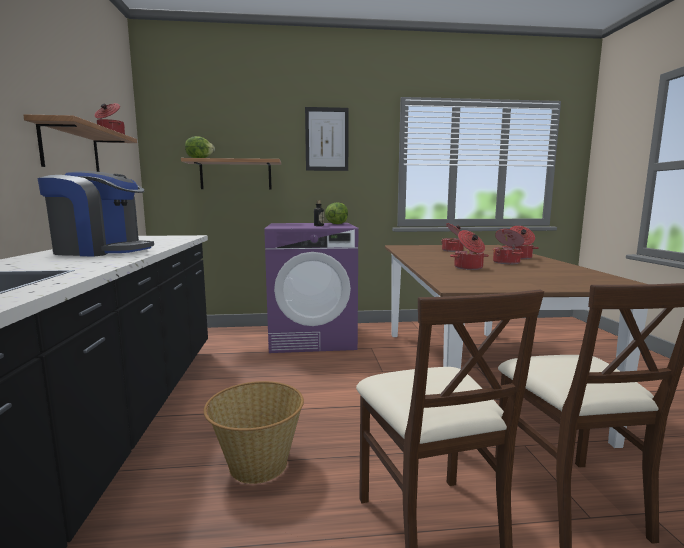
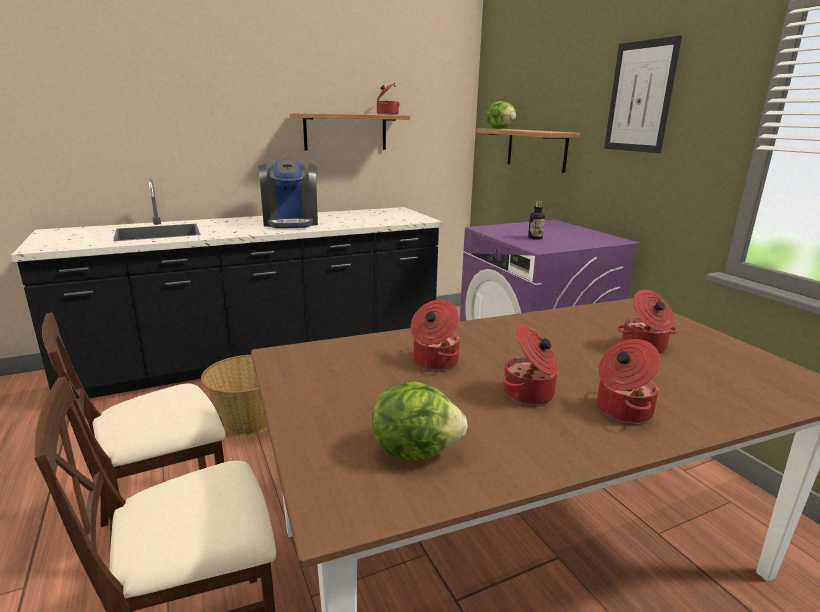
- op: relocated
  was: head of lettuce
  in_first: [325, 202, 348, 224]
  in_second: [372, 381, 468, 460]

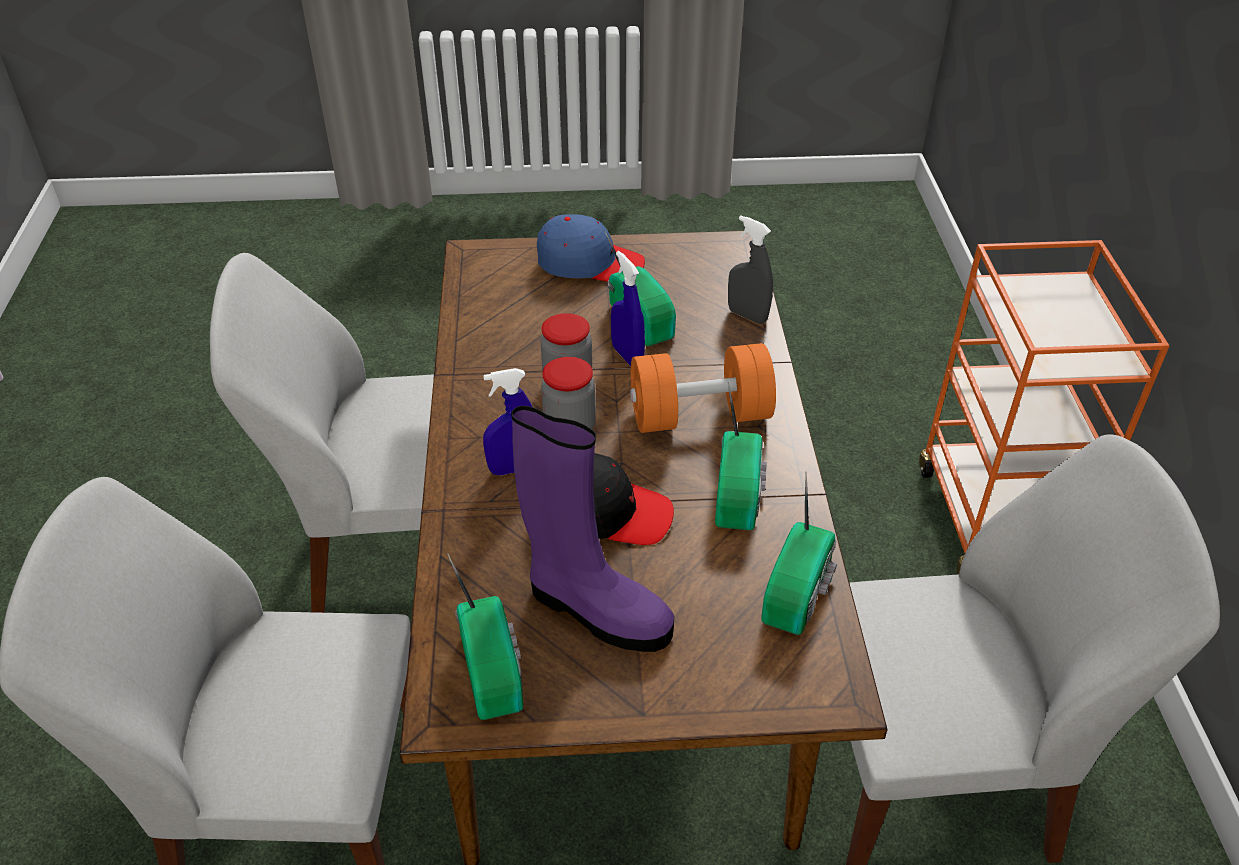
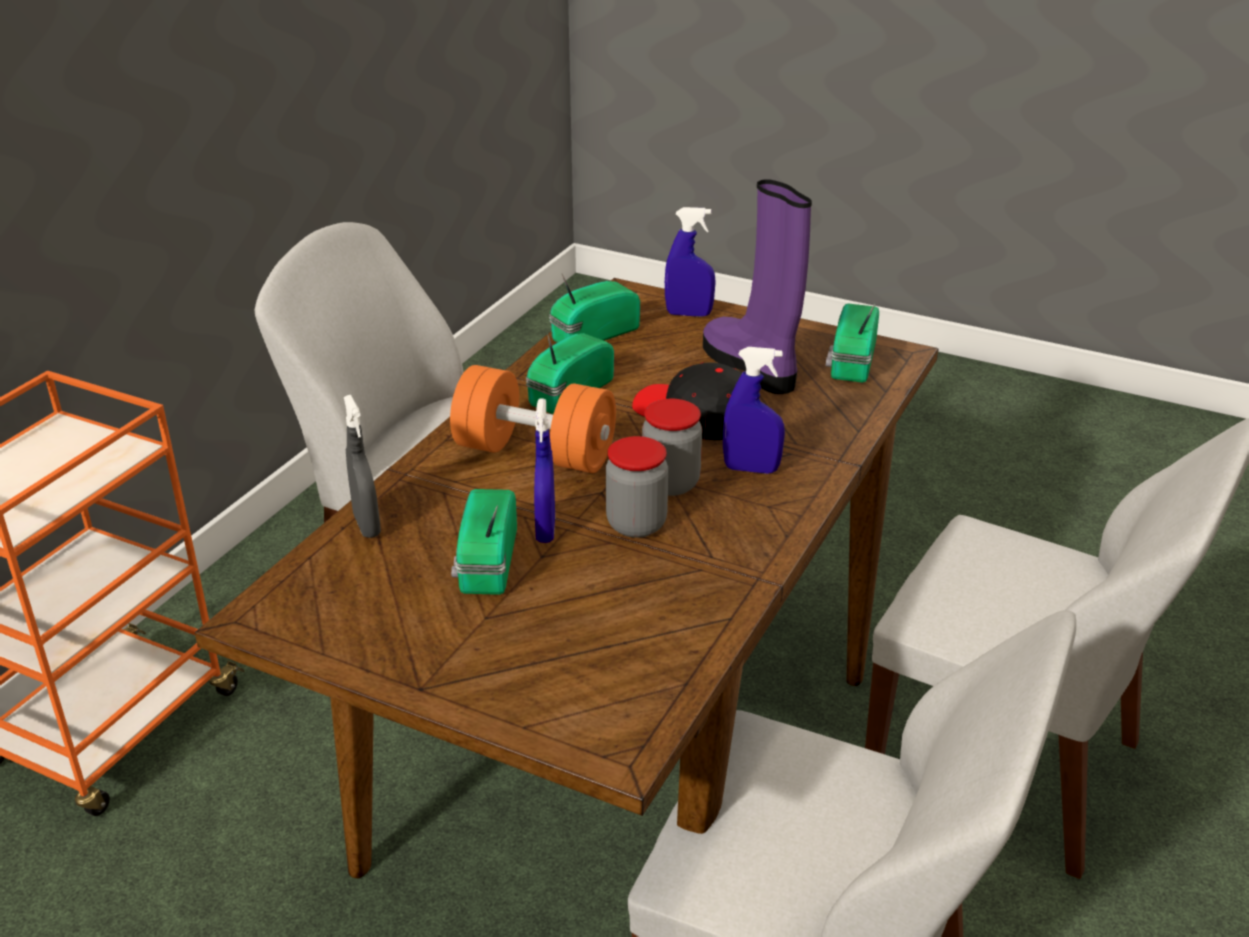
- op: appeared
  now: blue-coloured sprayer
  in_second: [665, 207, 716, 317]
- op: missing
  was: blue-coloured cap
  in_first: [537, 214, 645, 282]

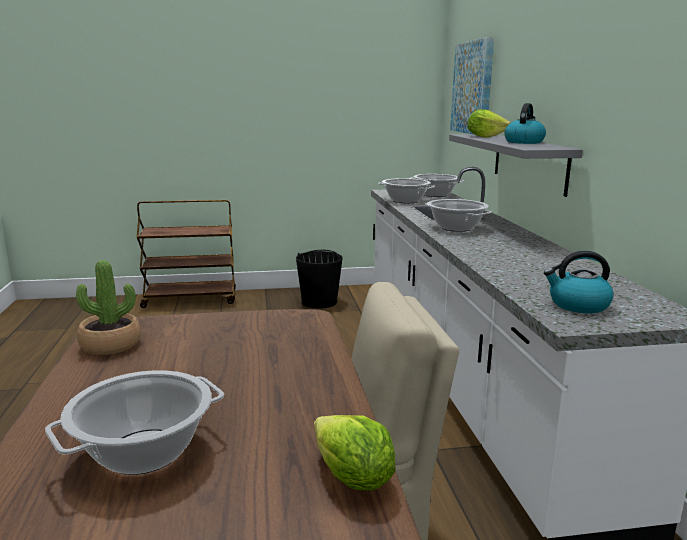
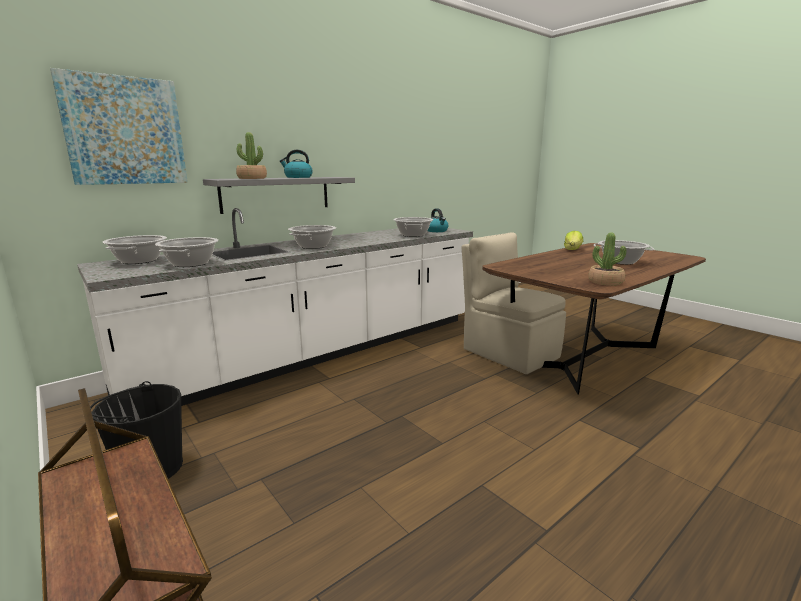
- op: exchanged
  was: head of lettuce
  now: potted plant
  in_first: [467, 109, 510, 138]
  in_second: [236, 132, 267, 179]
- op: appeared
  now: saucepot
  in_second: [393, 217, 434, 237]

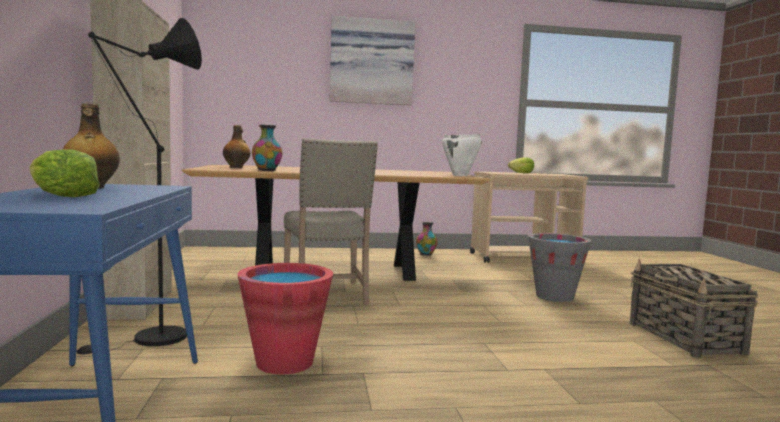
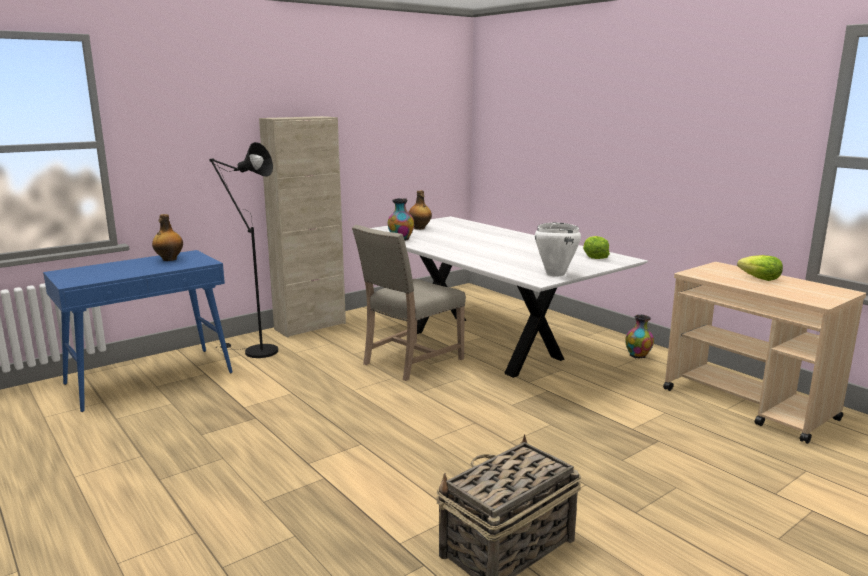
- op: colour
  was: brown dinner table
  now: white dinner table
  in_first: [182, 164, 491, 281]
  in_second: [352, 216, 648, 378]
- op: relocated
  was: head of lettuce
  in_first: [30, 149, 100, 197]
  in_second: [583, 236, 610, 259]
- op: missing
  was: red water bucket
  in_first: [238, 263, 333, 374]
- op: missing
  was: picture
  in_first: [330, 16, 415, 105]
- op: missing
  was: gray water bucket
  in_first: [528, 233, 591, 302]

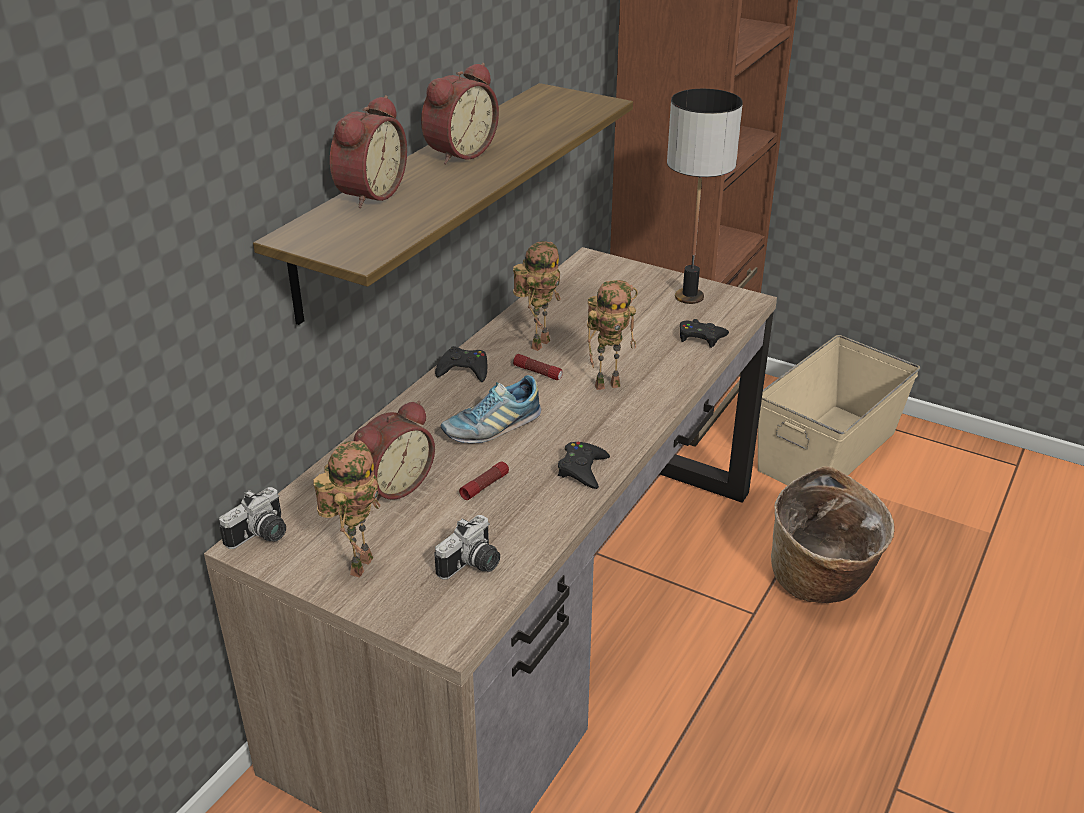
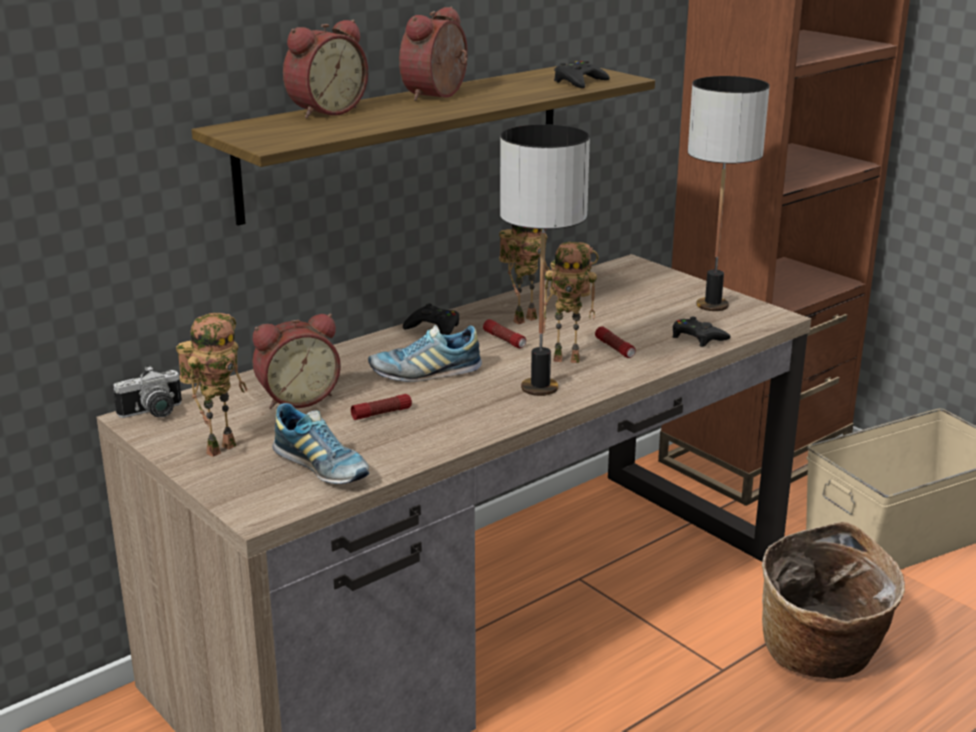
- op: exchanged
  was: photo camera
  now: item of footwear
  in_first: [435, 515, 500, 580]
  in_second: [272, 403, 369, 484]
- op: spun
  was: bedside clock
  in_first: [421, 63, 499, 164]
  in_second: [399, 6, 468, 101]
  clockwise: 150
- op: appeared
  now: tabletop lamp
  in_second: [500, 124, 590, 396]
- op: relocated
  was: blackish gamepad
  in_first: [558, 442, 610, 489]
  in_second: [554, 61, 610, 88]
- op: appeared
  now: flashlight
  in_second: [595, 326, 636, 358]

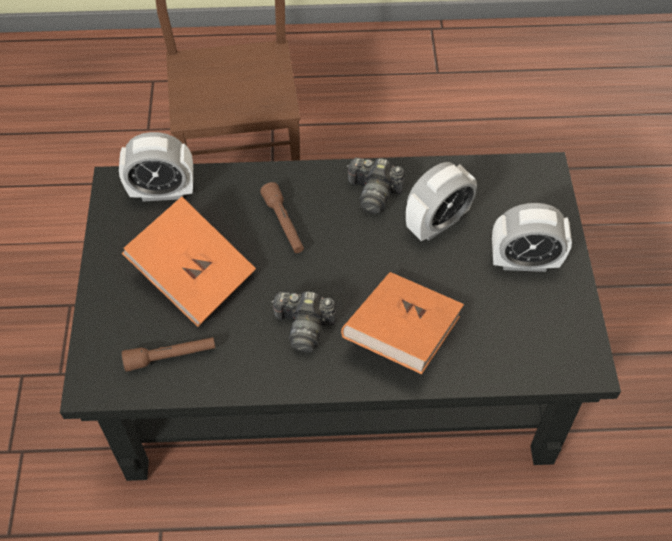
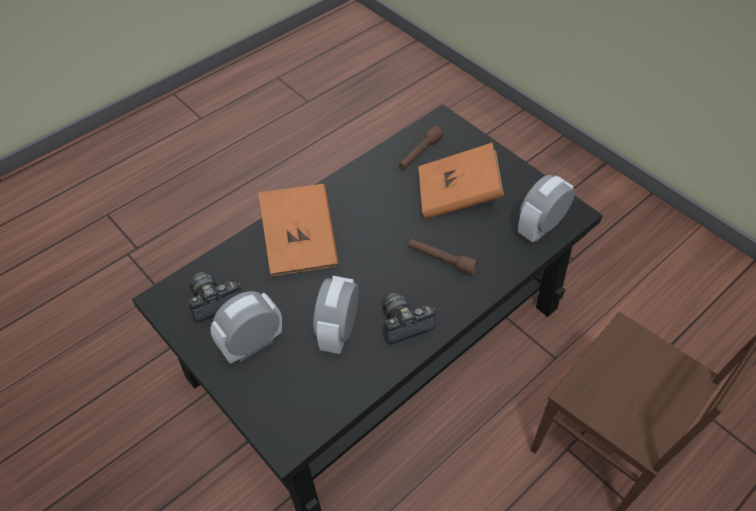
- op: relocated
  was: photo camera
  in_first: [271, 291, 337, 353]
  in_second: [188, 272, 242, 323]

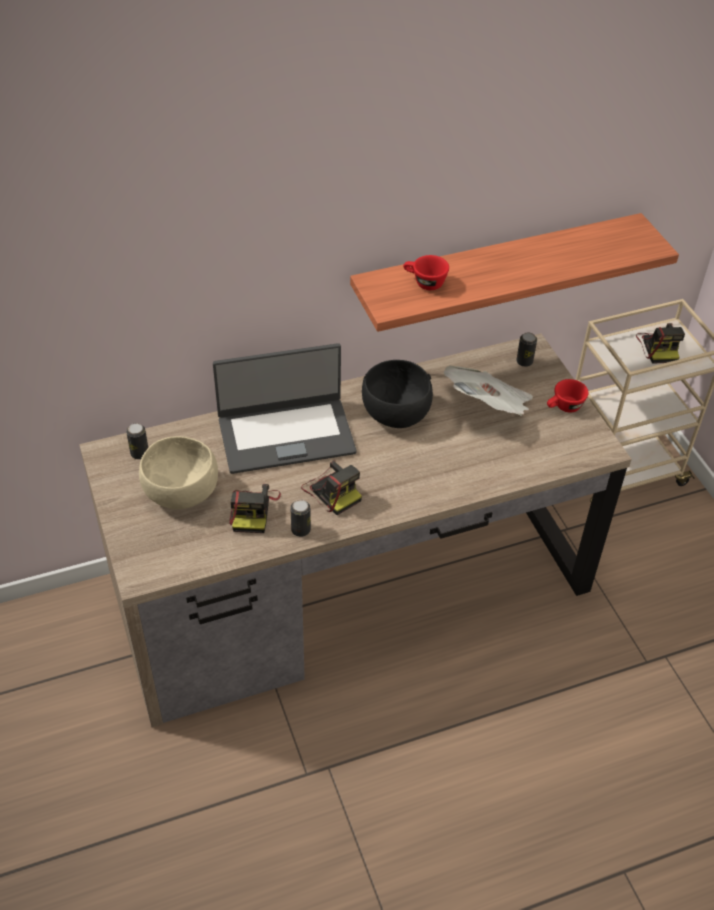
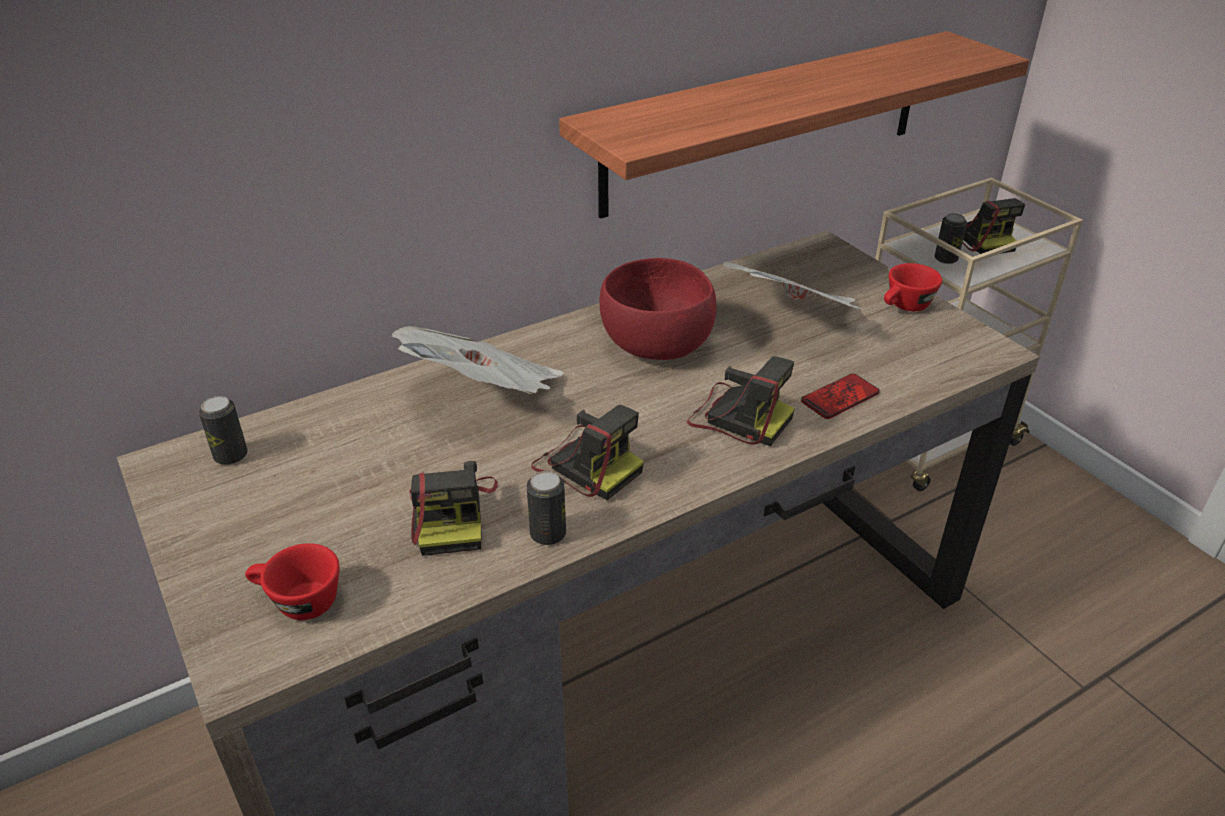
- op: relocated
  was: red drinking cup
  in_first: [403, 255, 449, 290]
  in_second: [245, 543, 340, 620]
- op: exchanged
  was: notebook computer
  now: daily paper
  in_first: [213, 343, 357, 474]
  in_second: [392, 326, 564, 394]
- op: colour
  was: blackish serving bowl
  now: red serving bowl
  in_first: [362, 360, 433, 428]
  in_second: [600, 258, 716, 360]
- op: appeared
  now: photo camera
  in_second: [687, 356, 795, 446]
- op: appeared
  now: phone
  in_second: [801, 374, 880, 419]
- op: relocated
  was: metal can
  in_first: [516, 332, 537, 367]
  in_second: [934, 213, 967, 264]
- op: missing
  was: beige serving bowl
  in_first: [139, 436, 218, 509]

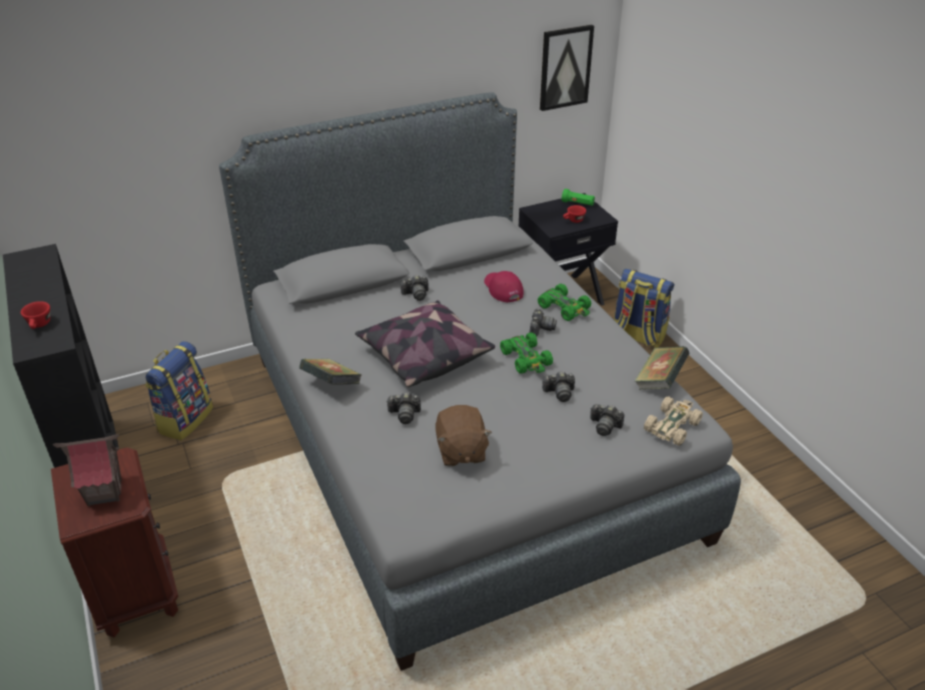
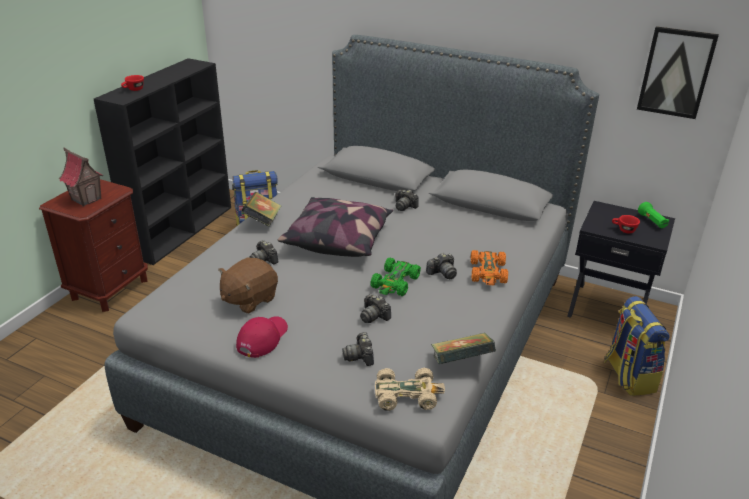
- op: relocated
  was: red cap
  in_first: [484, 271, 524, 302]
  in_second: [236, 316, 288, 358]
- op: colour
  was: greenish model car
  now: orangey model car
  in_first: [538, 284, 592, 321]
  in_second: [471, 250, 508, 285]

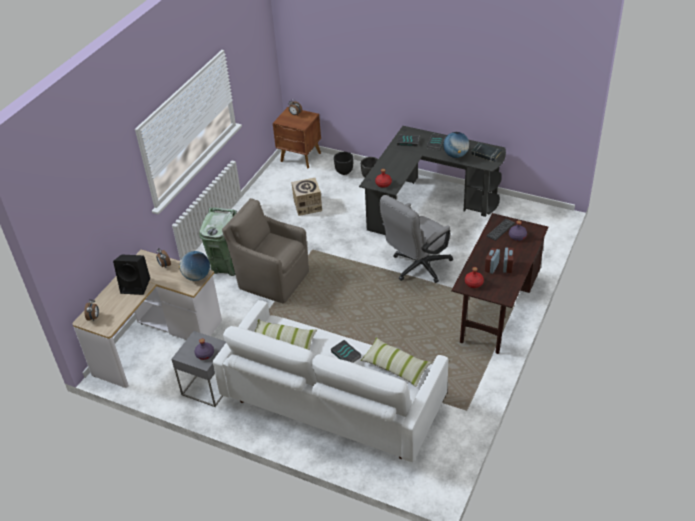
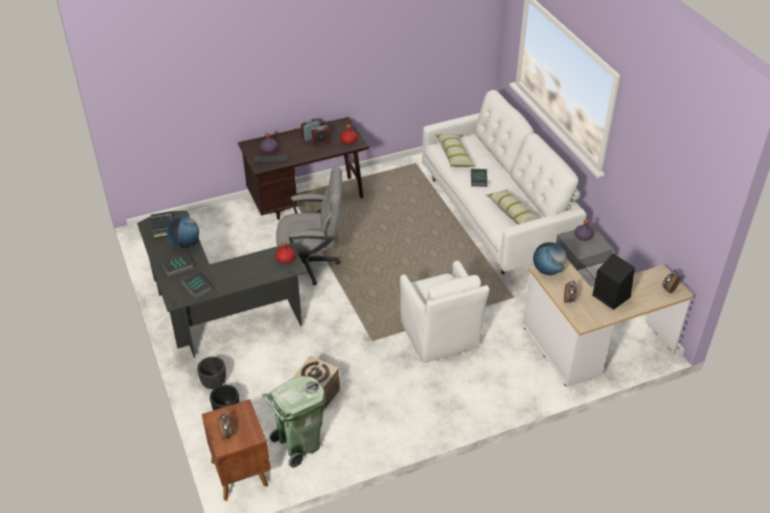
- op: relocated
  was: greenish trash can
  in_first: [199, 208, 237, 276]
  in_second: [263, 376, 326, 468]
- op: colour
  was: brown lounge chair
  now: white lounge chair
  in_first: [222, 198, 309, 304]
  in_second: [400, 261, 489, 363]

